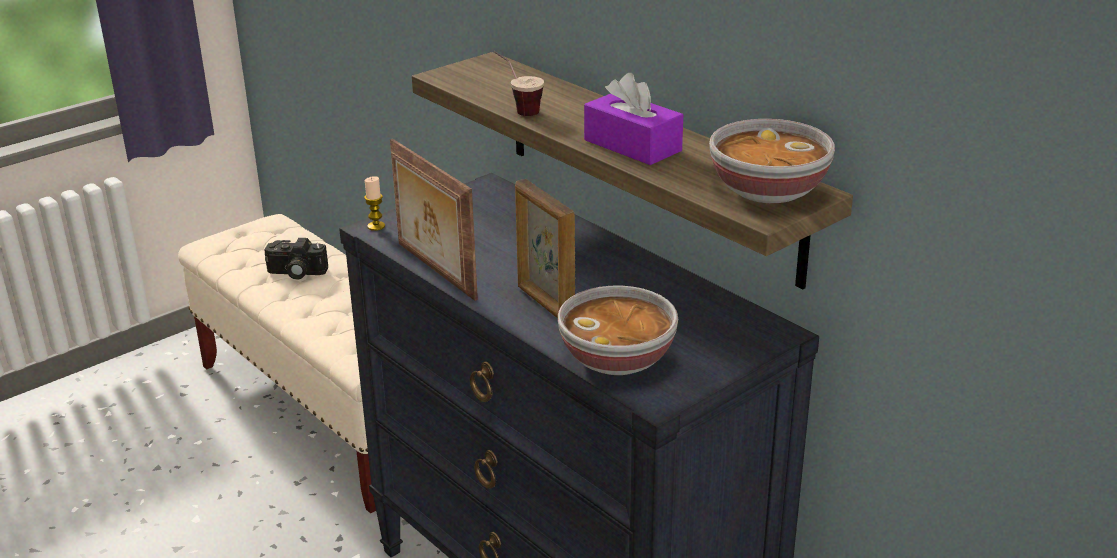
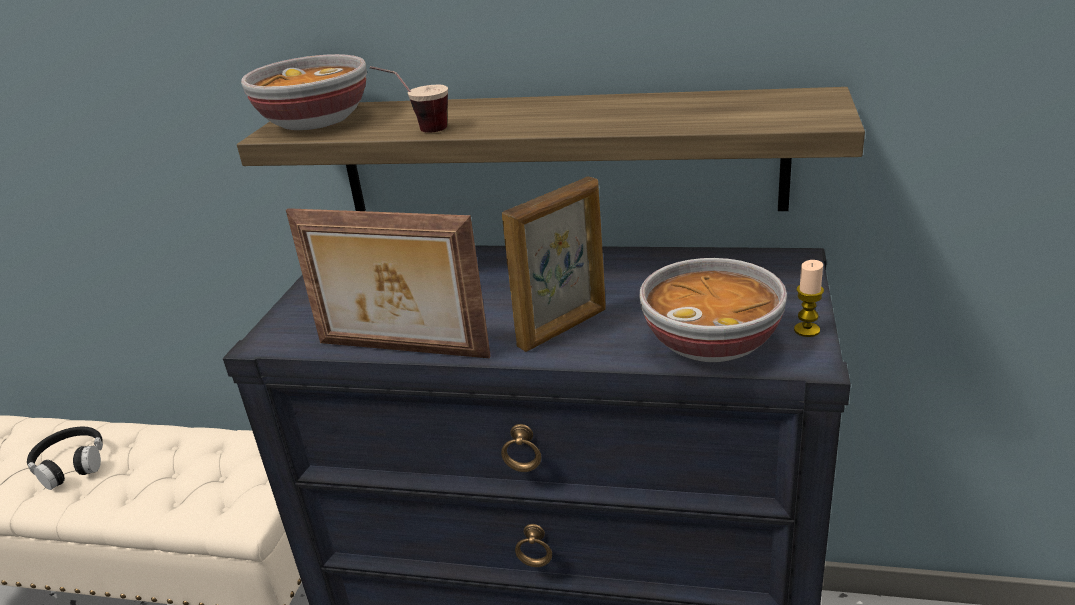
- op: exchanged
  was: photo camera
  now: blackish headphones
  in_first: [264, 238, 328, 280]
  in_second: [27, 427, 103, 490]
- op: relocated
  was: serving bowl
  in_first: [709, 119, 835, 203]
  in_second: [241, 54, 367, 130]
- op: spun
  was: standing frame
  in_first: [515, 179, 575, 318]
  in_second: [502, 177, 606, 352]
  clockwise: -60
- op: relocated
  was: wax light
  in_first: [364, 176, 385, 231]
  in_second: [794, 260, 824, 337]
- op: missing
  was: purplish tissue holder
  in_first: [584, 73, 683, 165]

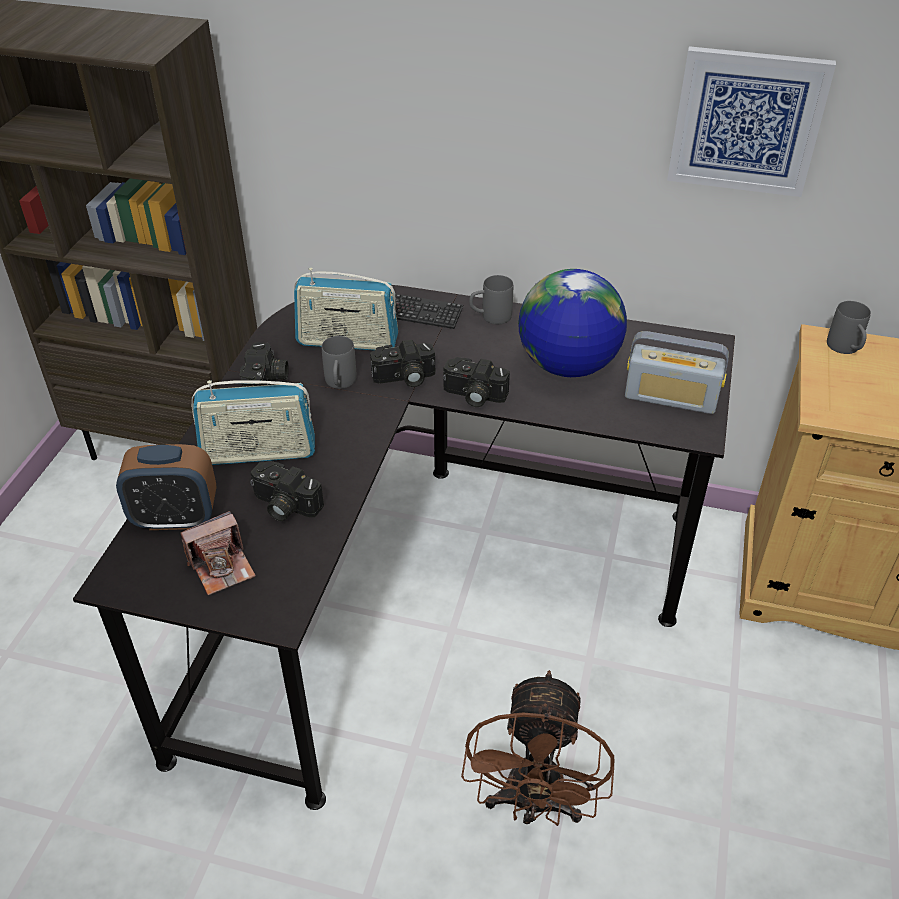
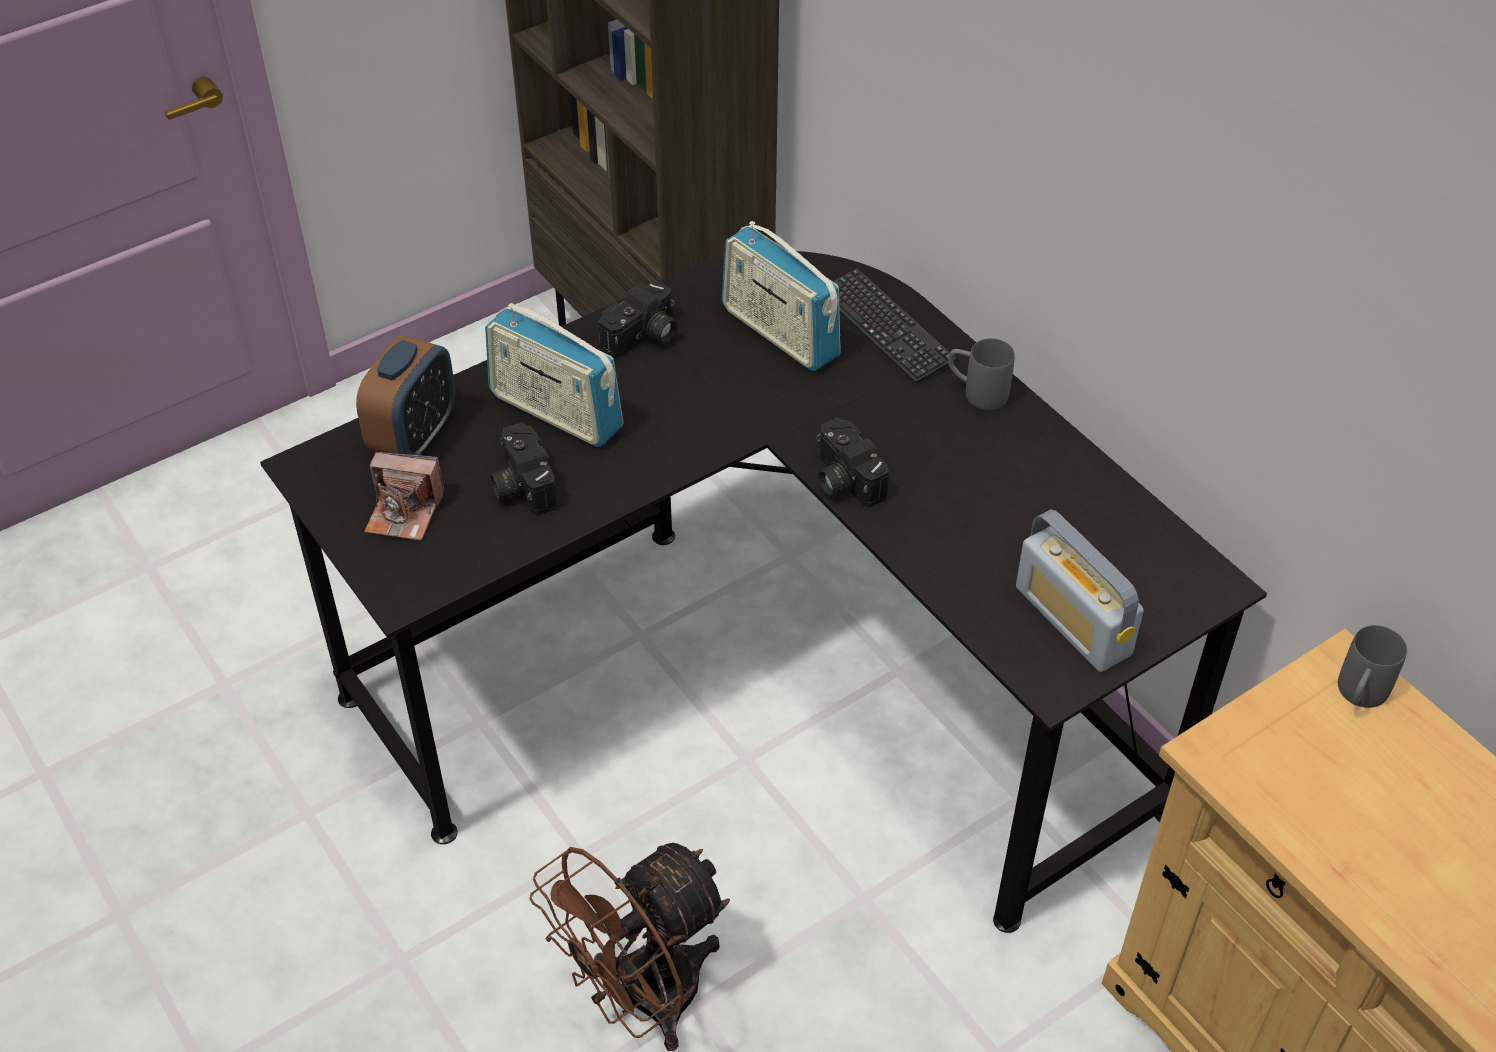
- op: spun
  was: bedside clock
  in_first: [116, 444, 216, 530]
  in_second: [356, 335, 455, 455]
  clockwise: -105
- op: missing
  was: gray tea mug
  in_first: [322, 336, 356, 389]
- op: missing
  was: photo camera
  in_first: [370, 340, 435, 387]
- op: missing
  was: desk globe
  in_first: [518, 269, 627, 377]
- op: missing
  was: picture
  in_first: [667, 46, 836, 197]

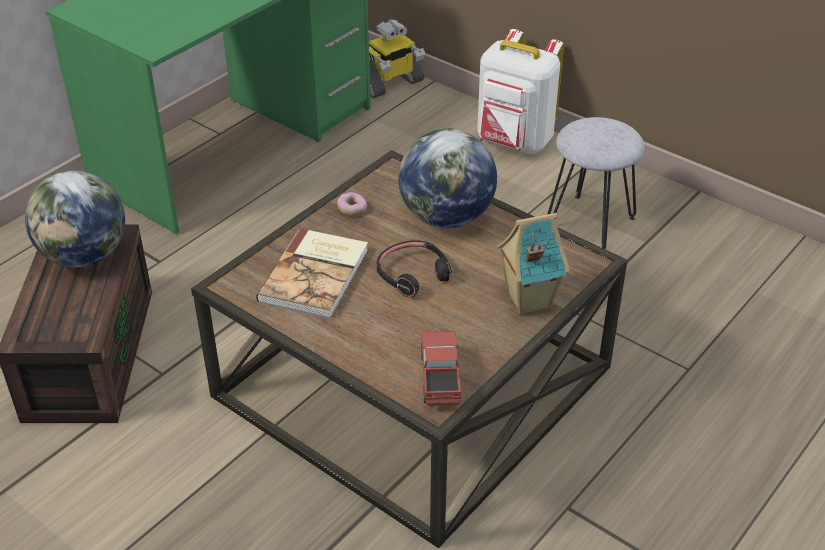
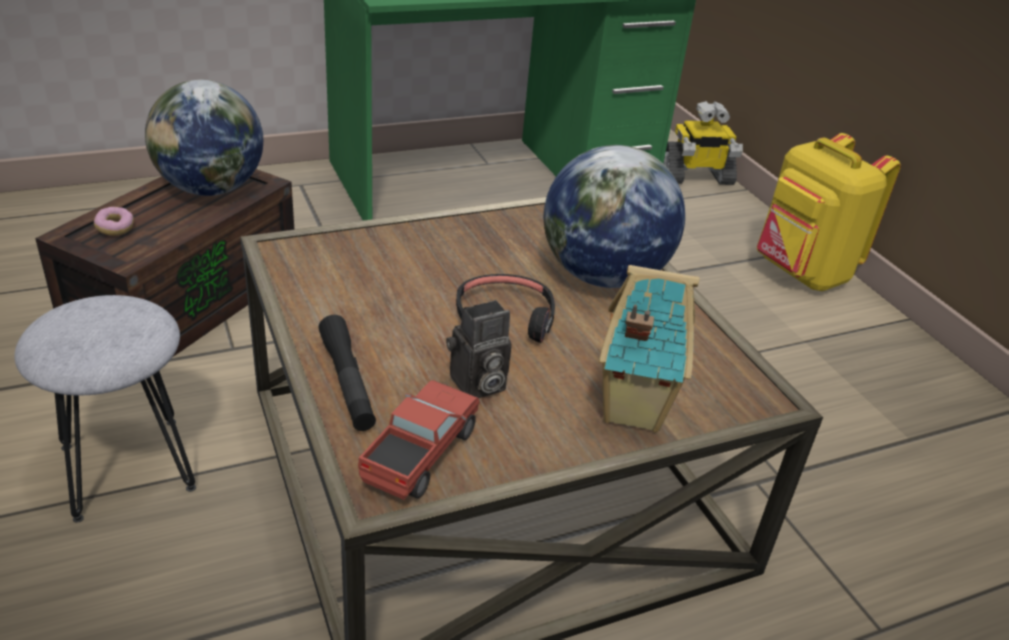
- op: relocated
  was: gray sitting stool
  in_first: [547, 117, 645, 250]
  in_second: [14, 295, 196, 523]
- op: relocated
  was: ring doughnut
  in_first: [337, 192, 367, 216]
  in_second: [94, 207, 134, 236]
- op: appeared
  now: blackish flashlight
  in_second: [319, 315, 376, 431]
- op: appeared
  now: photo camera
  in_second: [446, 300, 512, 398]
- op: colour
  was: white rucksack
  now: yellowish rucksack
  in_first: [477, 29, 564, 154]
  in_second: [757, 133, 901, 291]
- op: missing
  was: volume
  in_first: [256, 228, 368, 319]

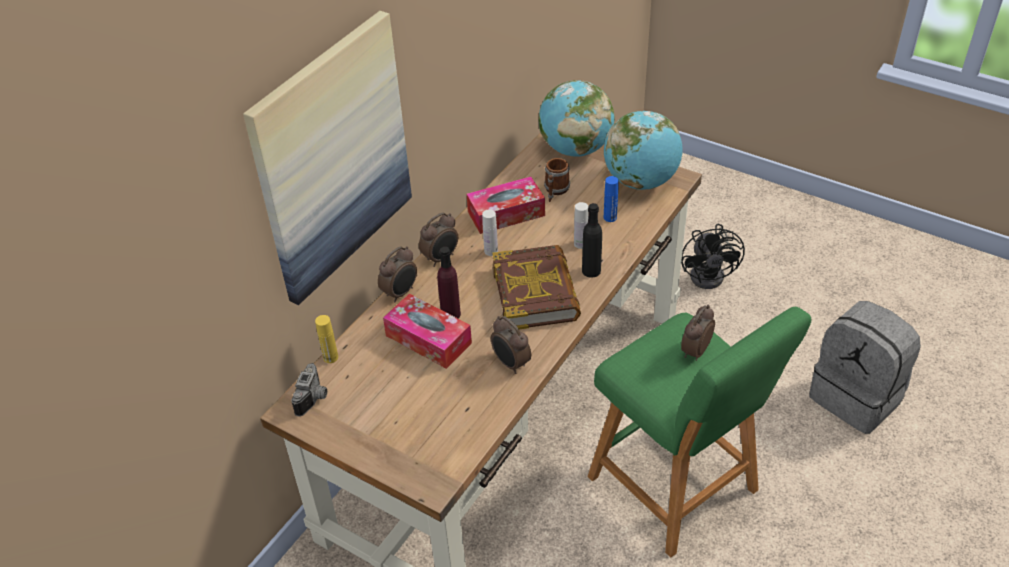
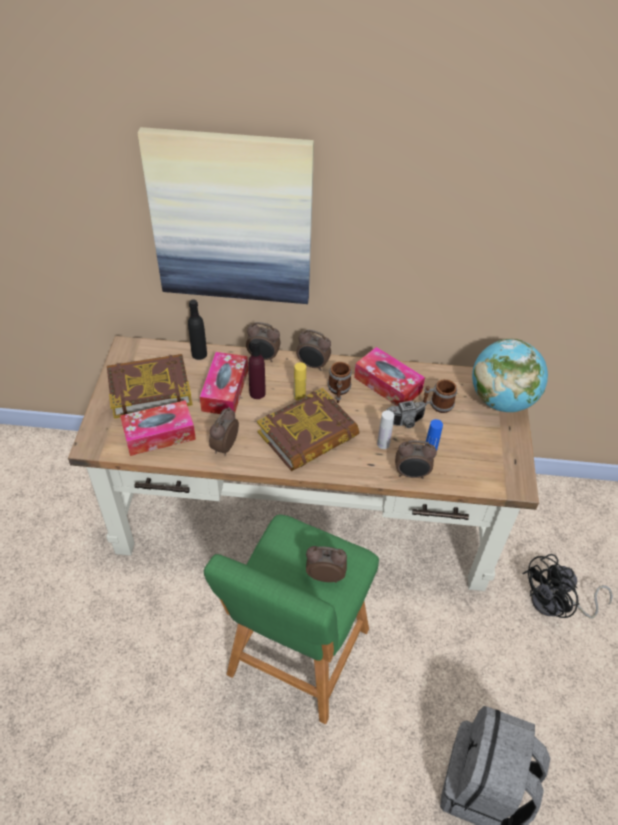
- op: appeared
  now: volume
  in_second: [107, 354, 193, 419]
- op: appeared
  now: tissue holder
  in_second: [120, 400, 196, 456]
- op: relocated
  was: blackish beverage bottle
  in_first: [582, 203, 602, 278]
  in_second: [188, 299, 207, 360]
- op: relocated
  was: yellowish beverage bottle
  in_first: [315, 315, 338, 363]
  in_second: [294, 362, 306, 401]
- op: exchanged
  was: white beverage bottle
  now: tea mug
  in_first: [482, 209, 498, 256]
  in_second: [328, 362, 352, 403]
- op: relocated
  was: photo camera
  in_first: [291, 363, 327, 416]
  in_second: [387, 400, 427, 428]
- op: appeared
  now: bedside clock
  in_second: [395, 440, 437, 479]
- op: missing
  was: desk globe
  in_first: [604, 111, 682, 190]

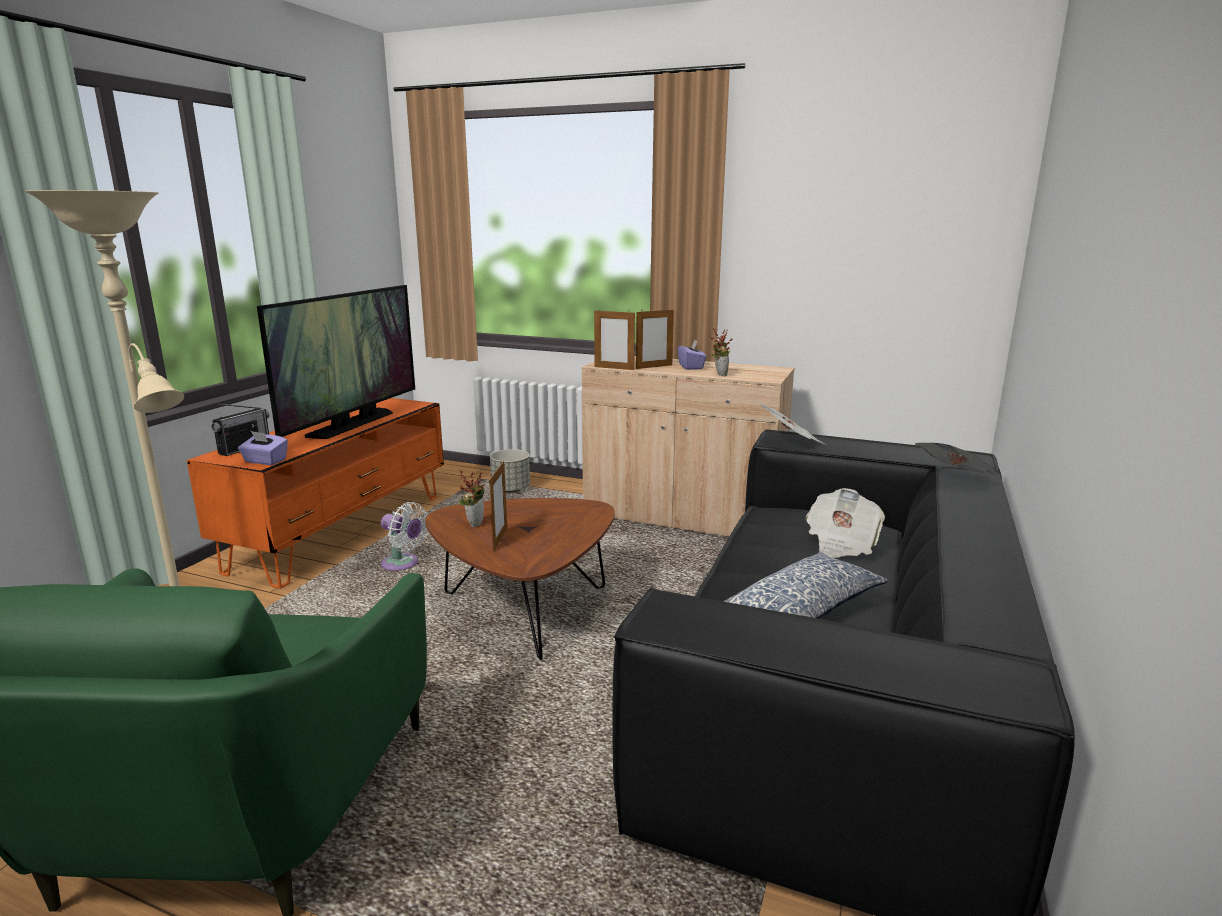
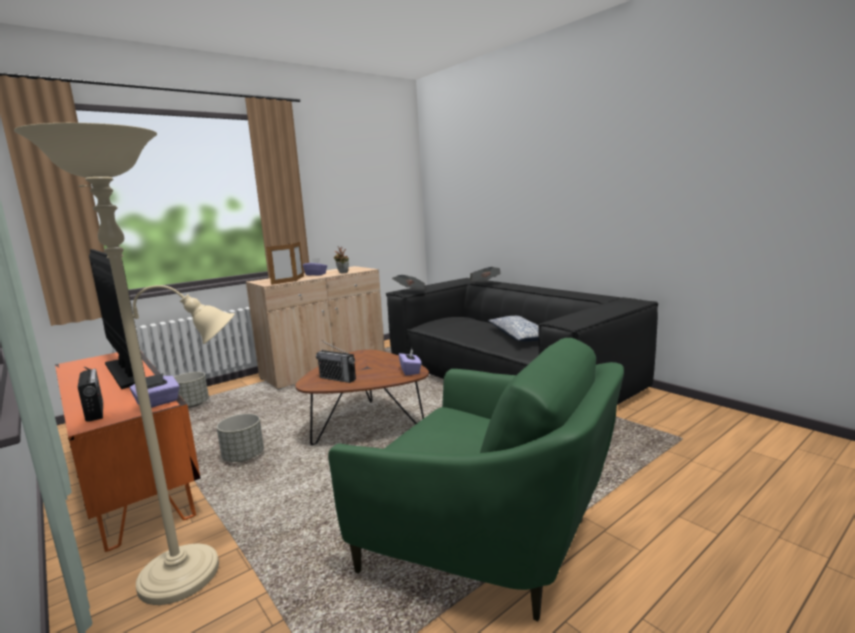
- op: exchanged
  was: white cooling fan
  now: gray planter
  in_first: [380, 502, 427, 571]
  in_second: [217, 414, 264, 462]
- op: exchanged
  was: potted plant
  now: radio set
  in_first: [459, 470, 485, 528]
  in_second: [316, 341, 356, 383]
- op: appeared
  now: purplish tissue holder
  in_second: [399, 348, 421, 376]
- op: missing
  was: standing frame
  in_first: [489, 461, 507, 552]
- op: missing
  was: daily paper
  in_first: [806, 488, 885, 558]

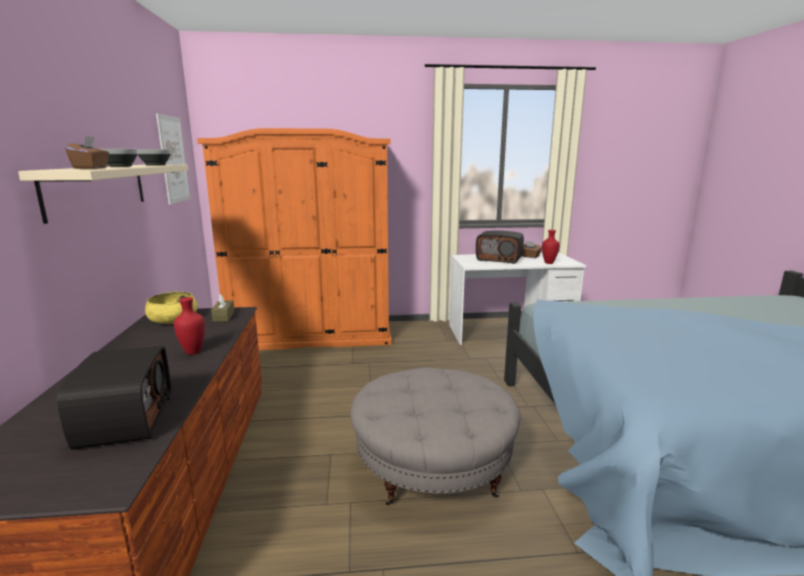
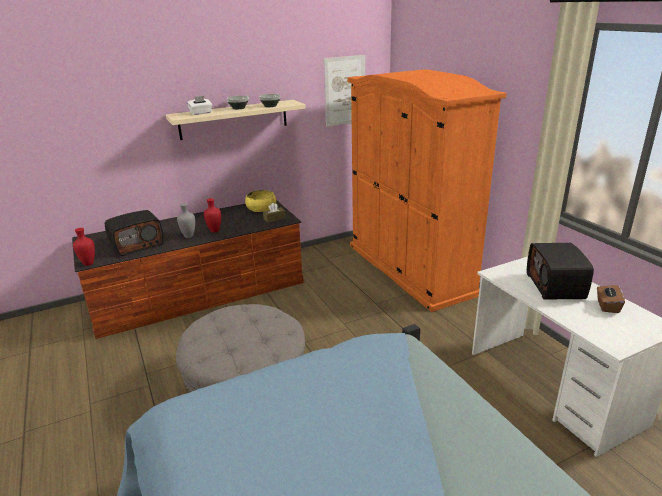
- op: relocated
  was: red decorative vase
  in_first: [542, 230, 560, 264]
  in_second: [73, 228, 95, 266]
- op: appeared
  now: gray decorative vase
  in_second: [177, 203, 195, 238]
- op: colour
  was: brown tissue holder
  now: white tissue holder
  in_first: [65, 136, 109, 169]
  in_second: [187, 96, 212, 115]

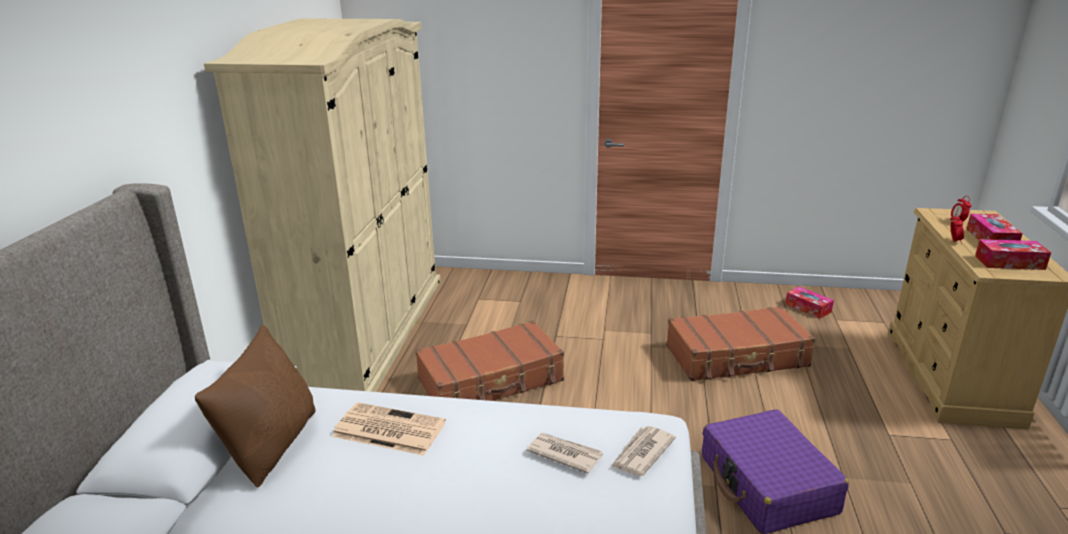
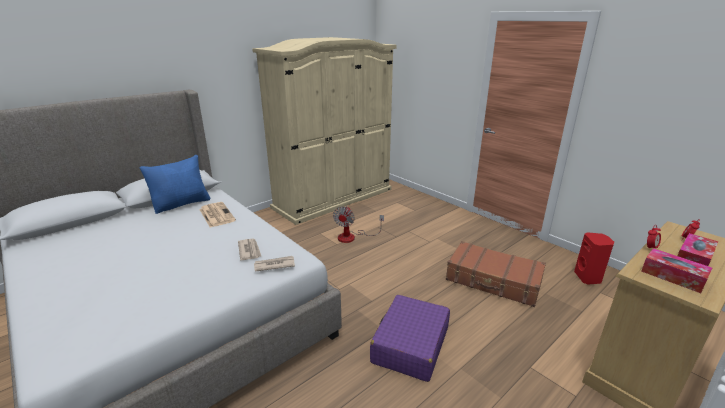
- op: colour
  was: brown pillow
  now: blue-coloured pillow
  in_first: [195, 325, 315, 488]
  in_second: [140, 155, 210, 214]
- op: exchanged
  was: brown suitcase
  now: cooling fan
  in_first: [415, 321, 564, 401]
  in_second: [333, 206, 384, 243]
- op: exchanged
  was: tissue holder
  now: red loudspeaker
  in_first: [785, 287, 834, 319]
  in_second: [574, 232, 614, 285]

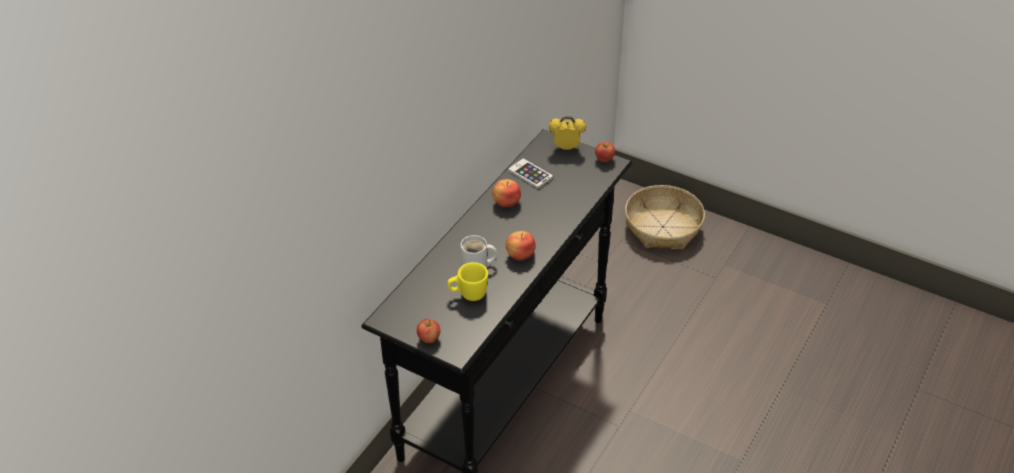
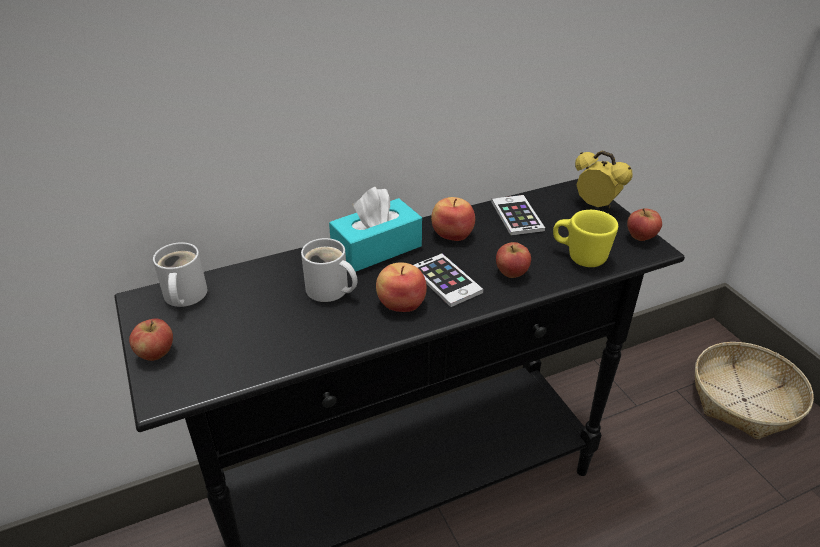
- op: appeared
  now: white tea mug
  in_second: [153, 242, 207, 307]
- op: appeared
  now: turquoise-coloured tissue holder
  in_second: [329, 187, 422, 272]
- op: appeared
  now: phone
  in_second: [414, 254, 484, 307]
- op: appeared
  now: whole apple
  in_second: [496, 242, 531, 278]
- op: relocated
  was: yellowish tea mug
  in_first: [447, 262, 488, 301]
  in_second: [553, 210, 618, 267]

